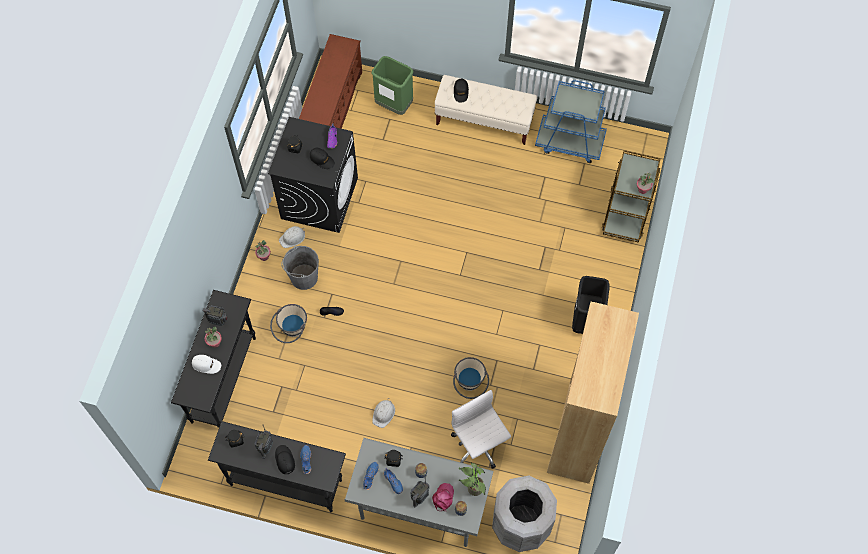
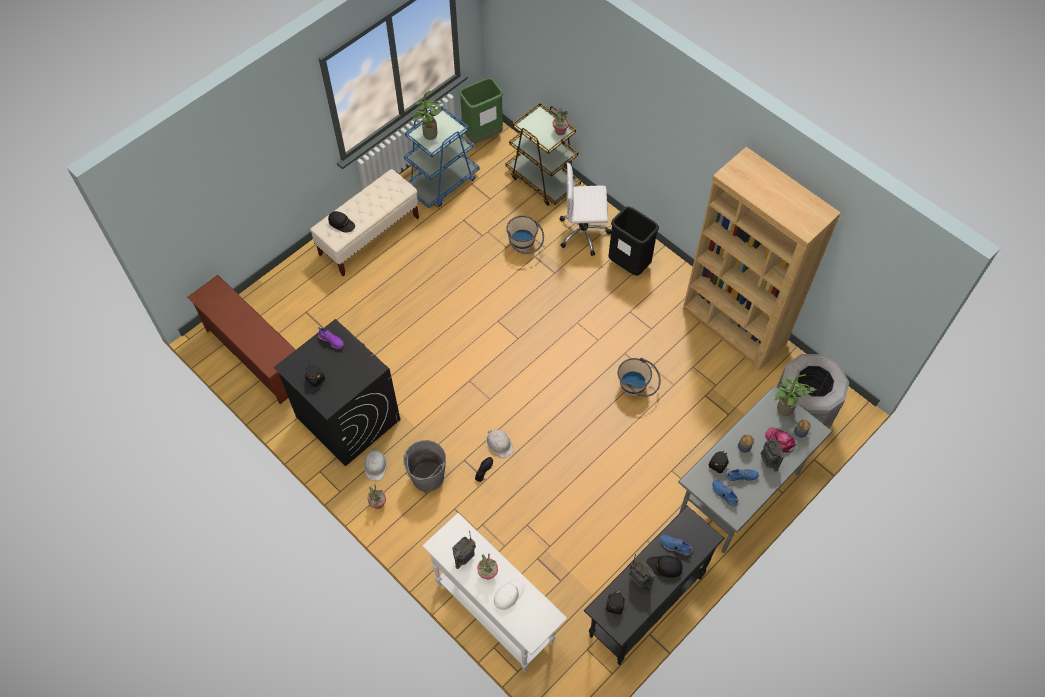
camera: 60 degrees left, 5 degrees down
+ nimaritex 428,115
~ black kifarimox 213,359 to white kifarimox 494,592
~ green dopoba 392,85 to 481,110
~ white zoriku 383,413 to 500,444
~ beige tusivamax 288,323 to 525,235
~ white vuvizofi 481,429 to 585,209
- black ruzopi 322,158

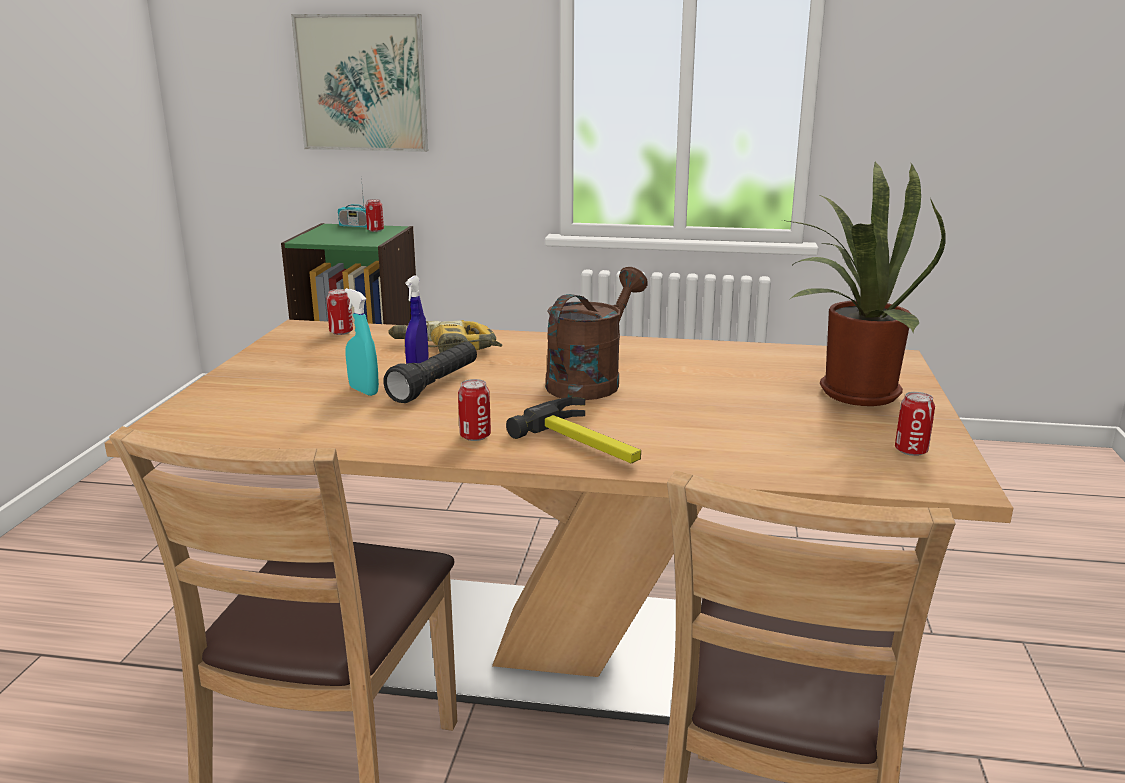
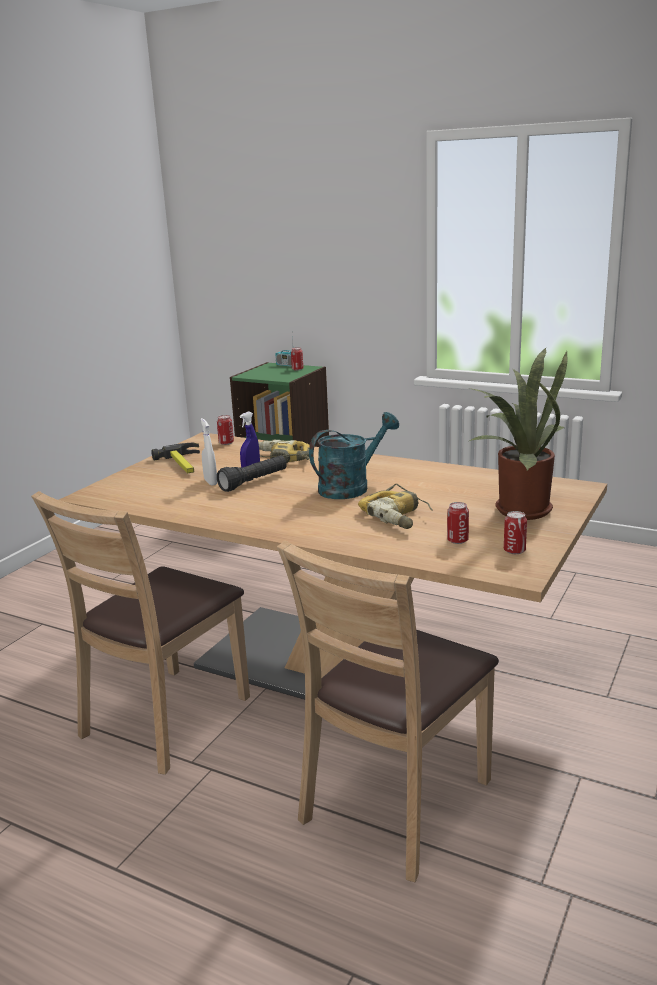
camera: 20 degrees right, 0 degrees up
~ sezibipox 573,430 to 175,458
~ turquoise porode 362,342 to white porode 209,452
~ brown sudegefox 596,333 to turquoise sudegefox 354,455
+ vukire 395,506
~ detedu 474,410 to 458,523
- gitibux 359,83

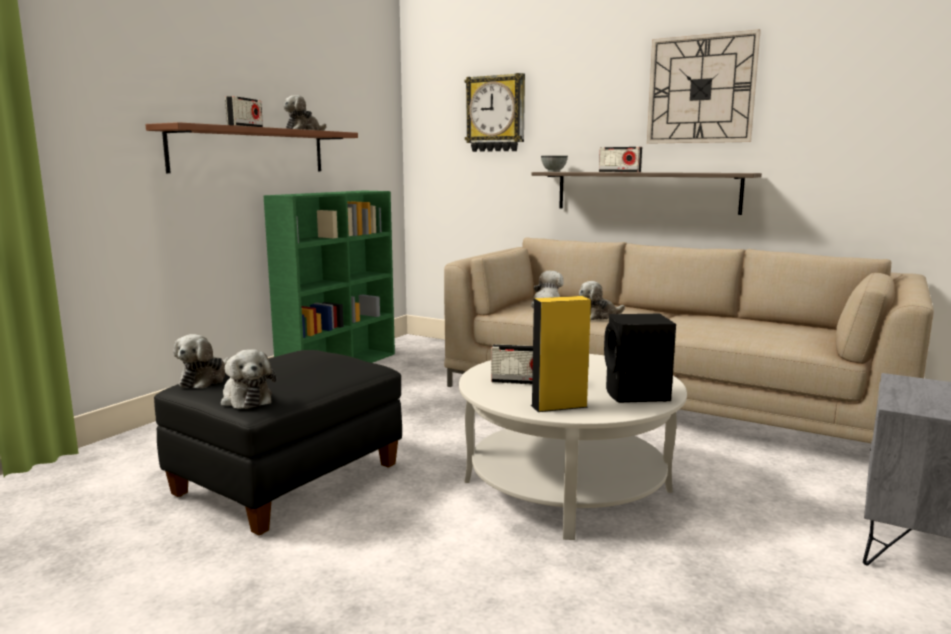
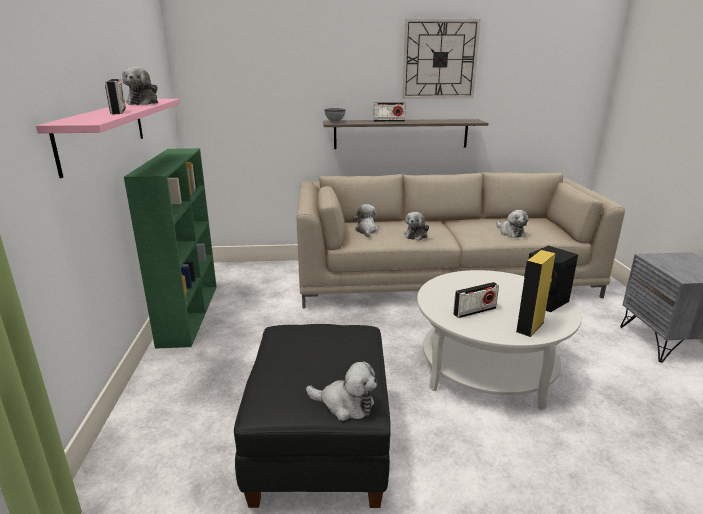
camera: 35 degrees left, 10 degrees up
~ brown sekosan 251,147 to pink sekosan 108,138
~ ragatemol 201,361 to 513,224
- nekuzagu 494,112

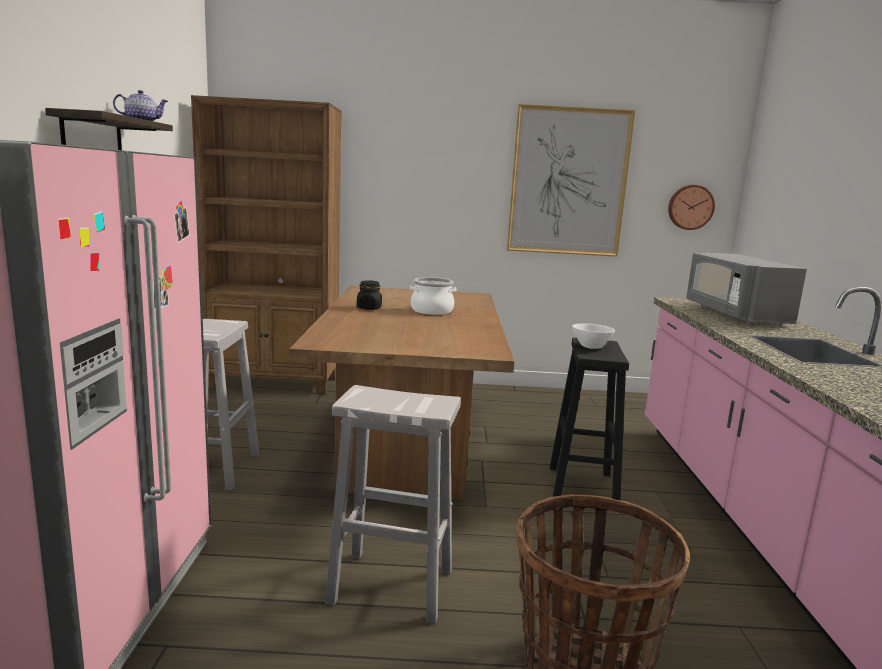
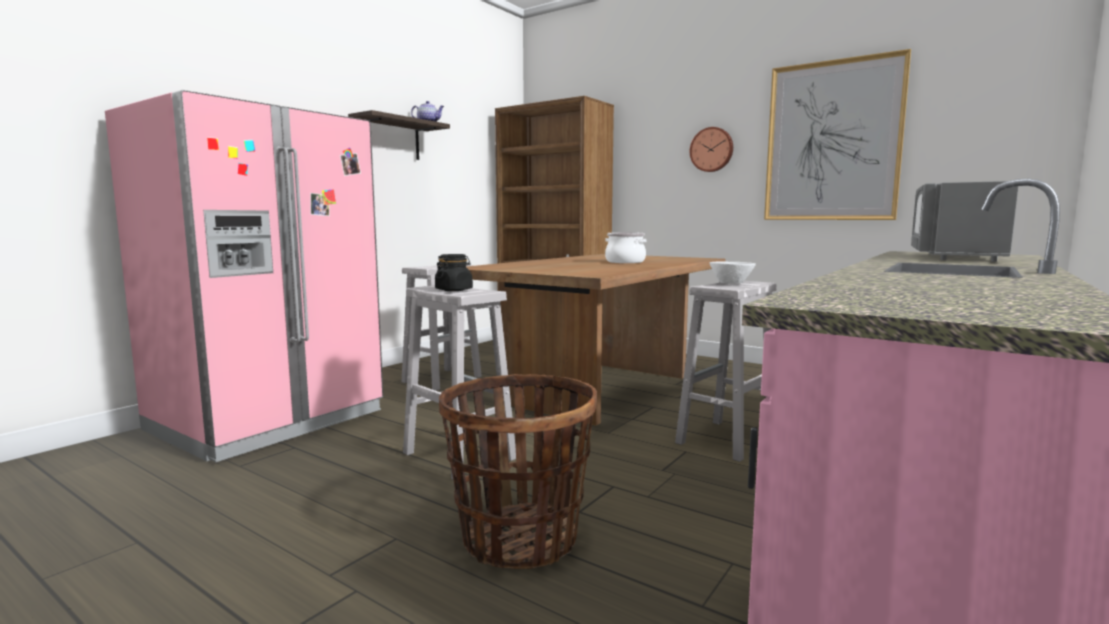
camera: 35 degrees right, 5 degrees down
~ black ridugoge 369,295 to 454,272
~ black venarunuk 589,419 to white venarunuk 726,371
~ nekuzagu 691,207 to 711,149

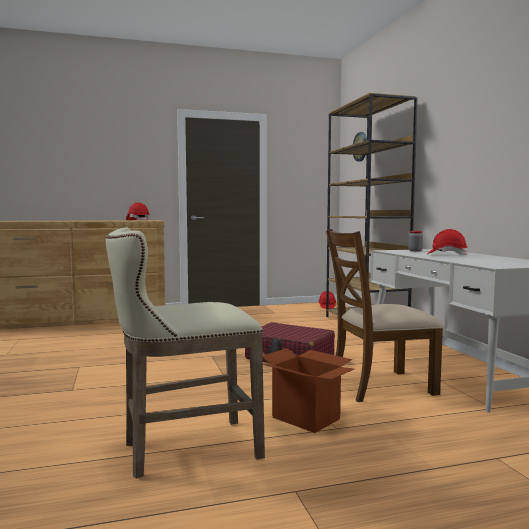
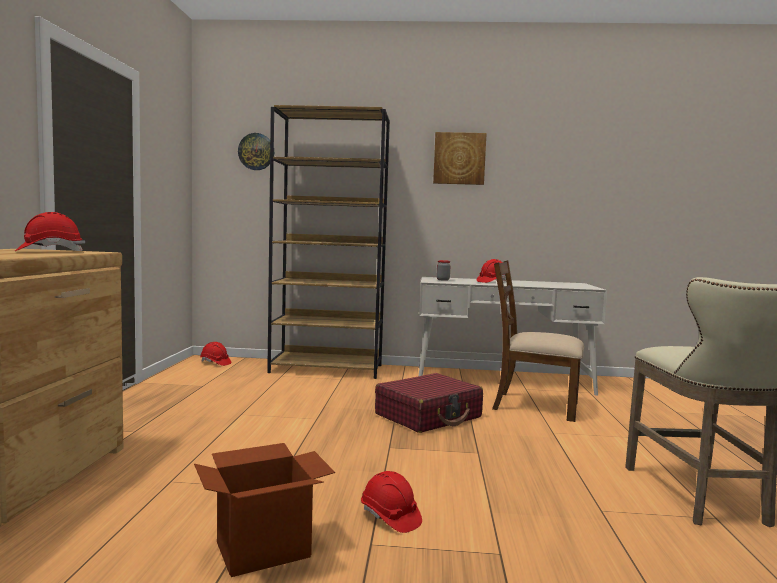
camera: 70 degrees left, 0 degrees up
~ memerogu 308,390 to 264,510
+ red zoriku 391,502
+ gitibux 460,158
~ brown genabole 384,315 = 538,341 105 degrees clockwise

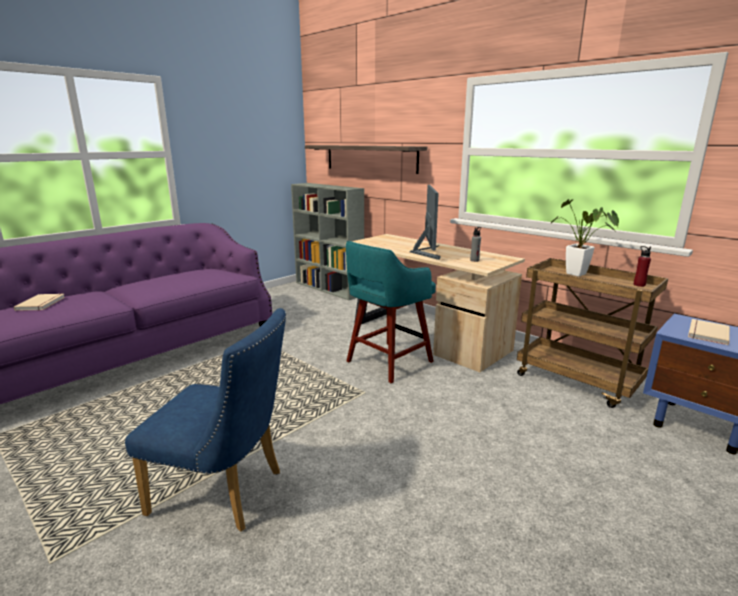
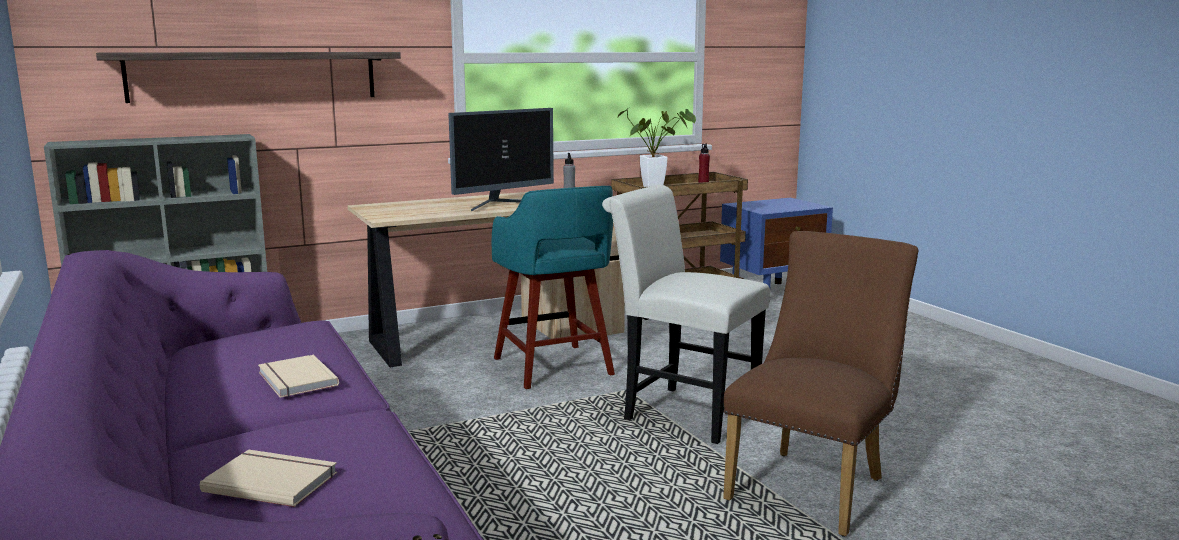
camera: 70 degrees left, 5 degrees down
~ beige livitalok 709,332 to 298,376
~ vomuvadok 425,222 = 501,160 120 degrees clockwise
+ white genabole 686,314
~ blue genabole 205,420 to brown genabole 820,384

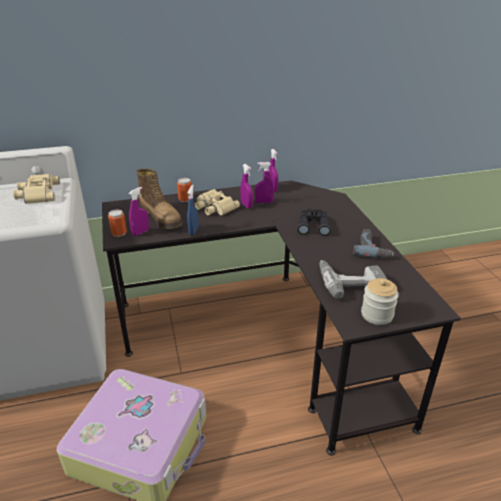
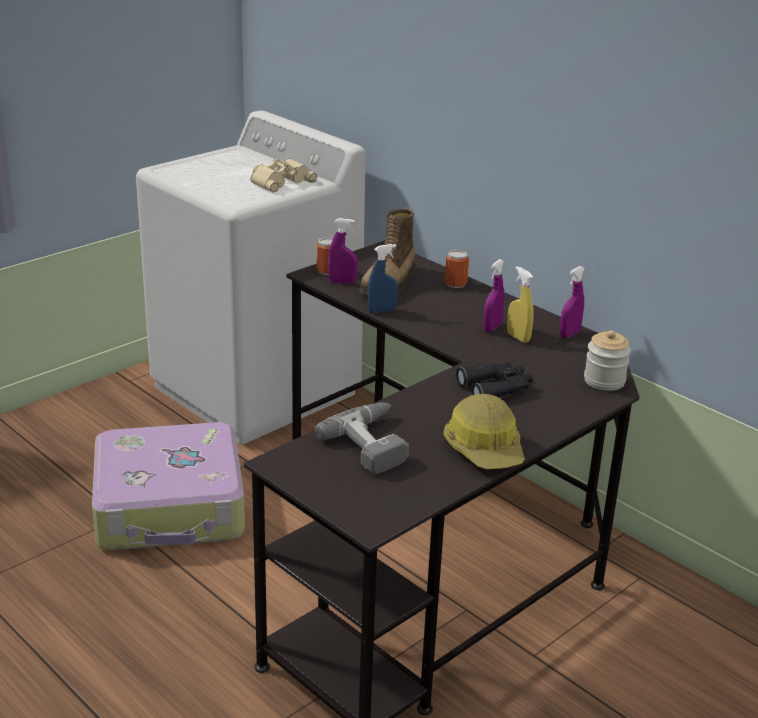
camera: 60 degrees right, 5 degrees down
~ vukire 373,243 to zoriku 484,431
~ purple porode 264,182 to yellow porode 520,304
~ ridugoge 380,301 to 607,360
- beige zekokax 217,202

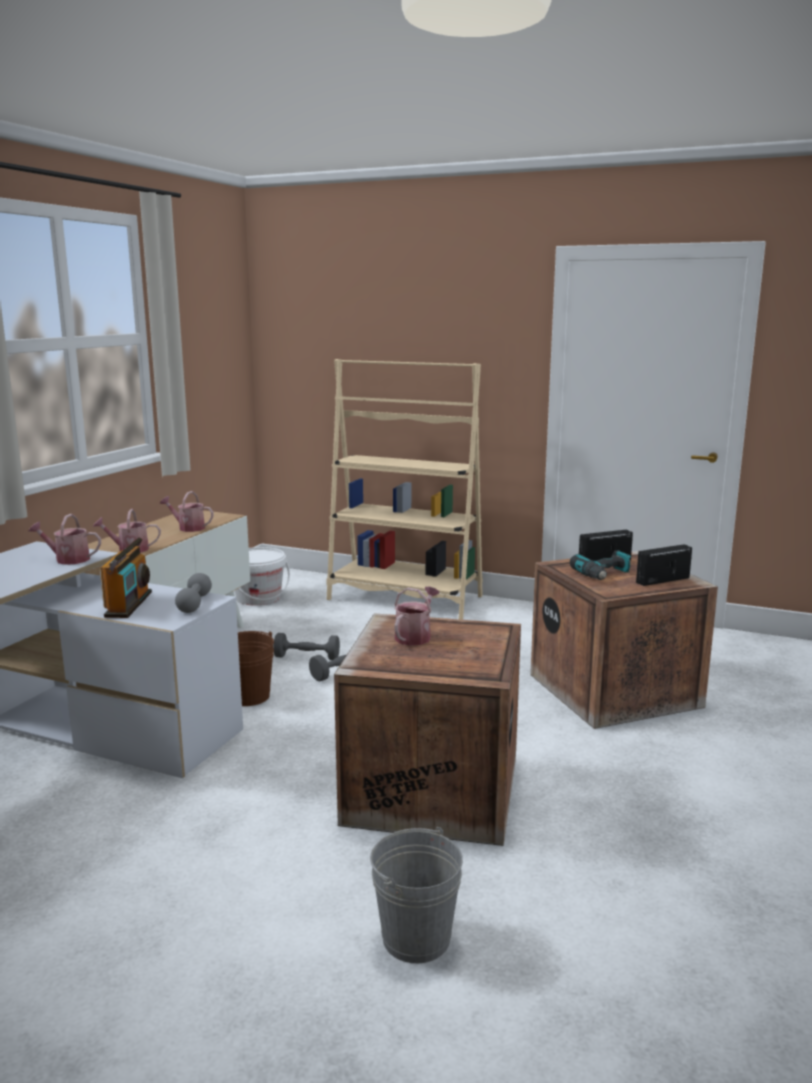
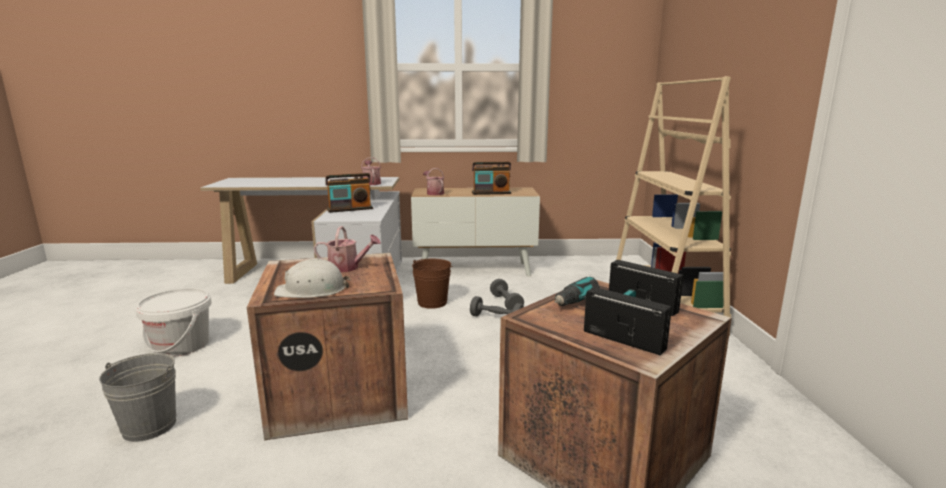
camera: 65 degrees right, 0 degrees up
~ white tusivamax 262,576 to 173,322
+ white zoriku 312,278
~ sudegefox 187,511 to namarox 491,178
- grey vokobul 193,593

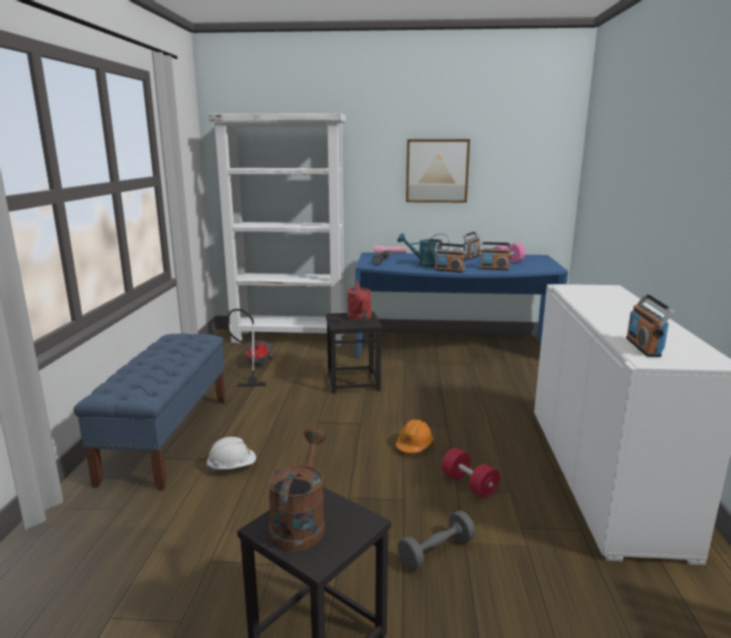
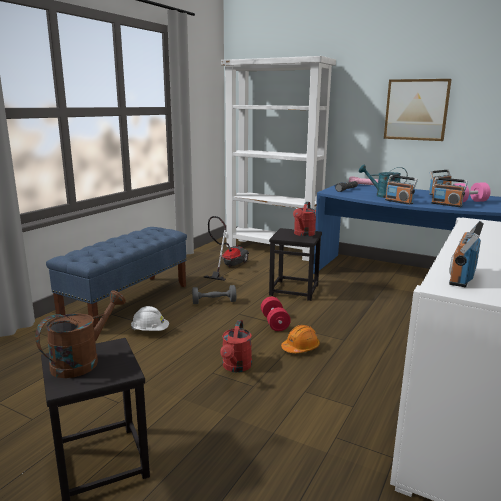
camera: 25 degrees right, 0 degrees up
~ grey vokobul 436,541 to 214,294
+ red sudegefox 236,346
~ red vokobul 471,473 to 276,314

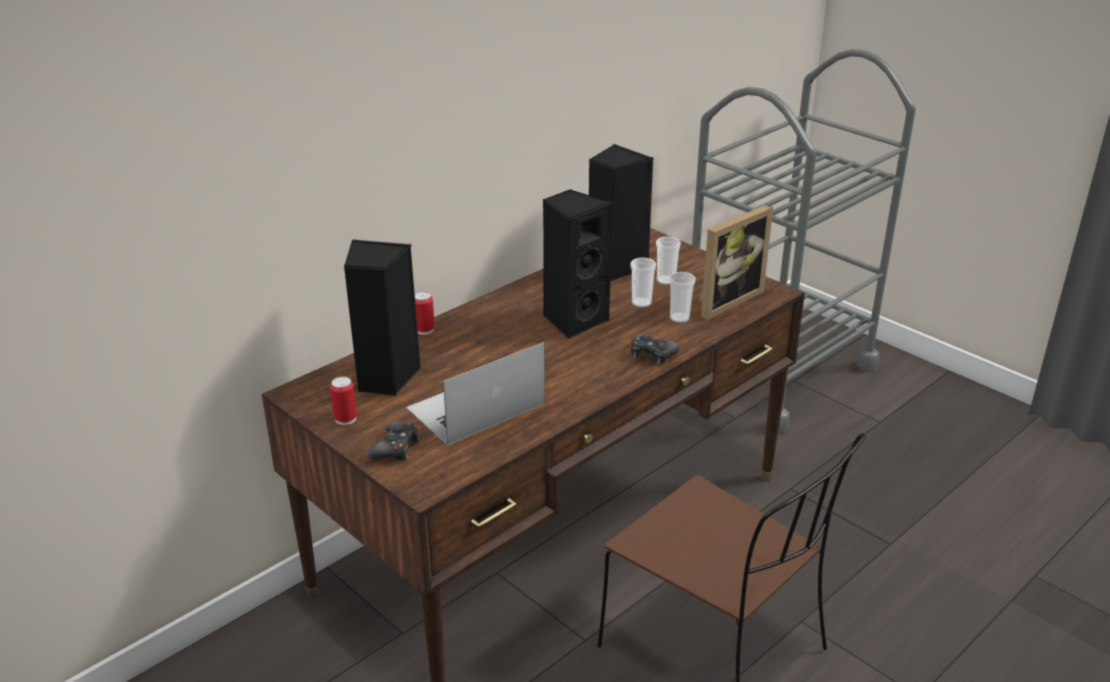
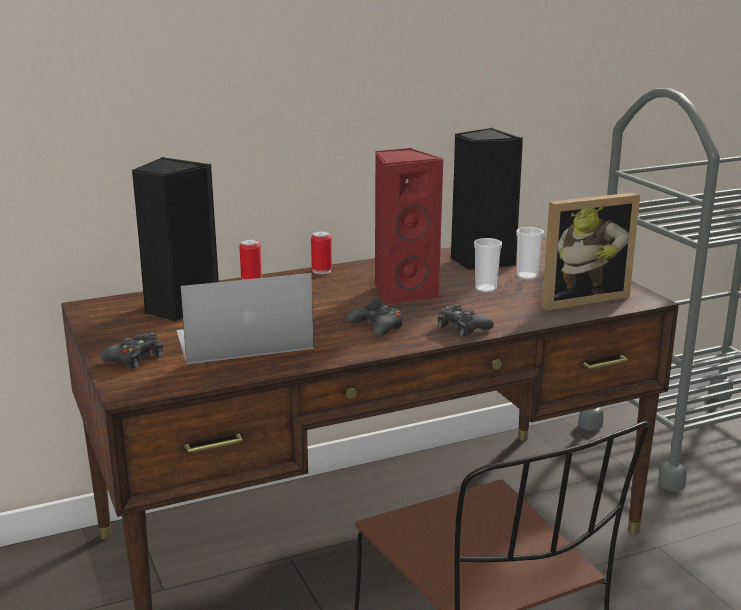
camera: 20 degrees right, 10 degrees down
~ detedu 343,400 to 321,252
+ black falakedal 375,317
~ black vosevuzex 577,264 to red vosevuzex 409,226
- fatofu 682,297

